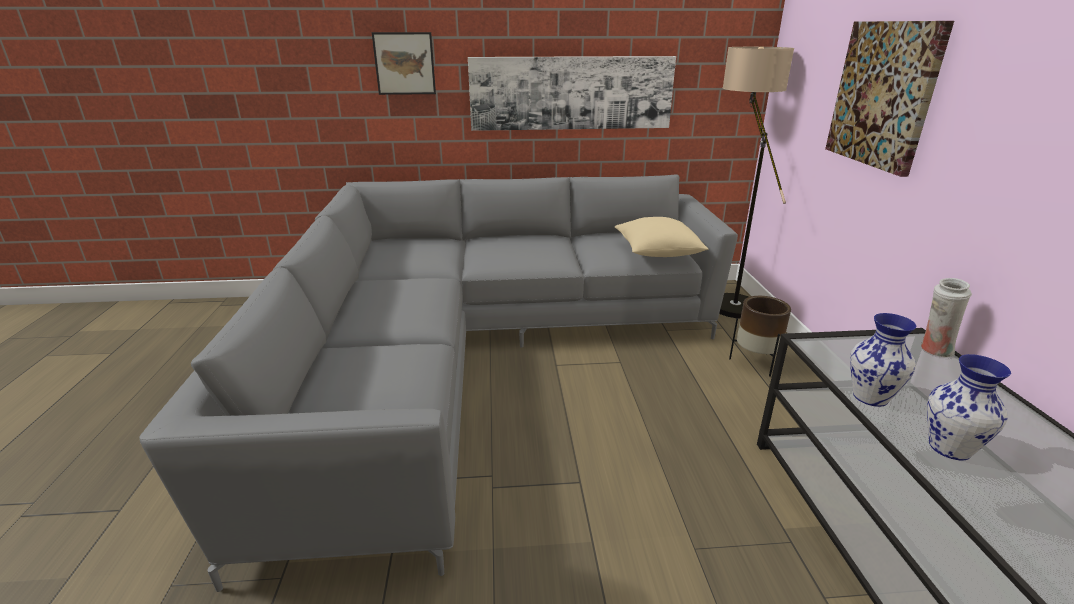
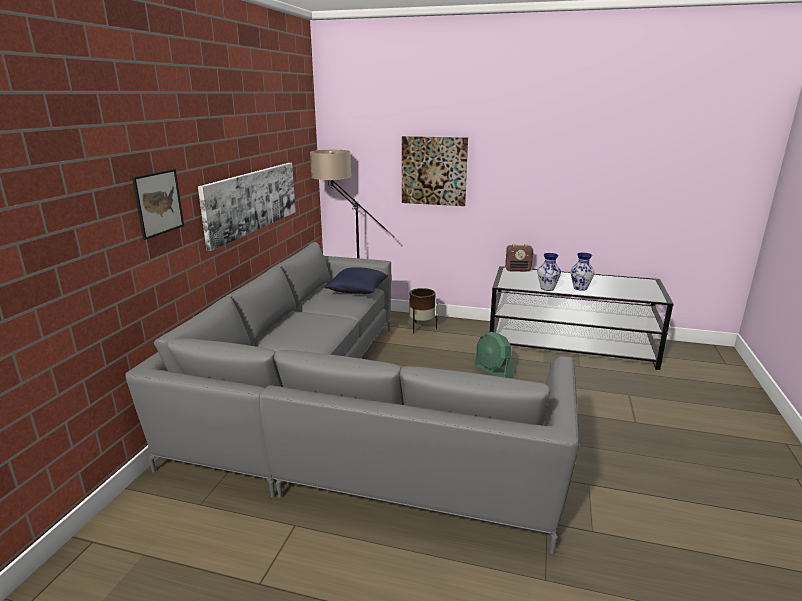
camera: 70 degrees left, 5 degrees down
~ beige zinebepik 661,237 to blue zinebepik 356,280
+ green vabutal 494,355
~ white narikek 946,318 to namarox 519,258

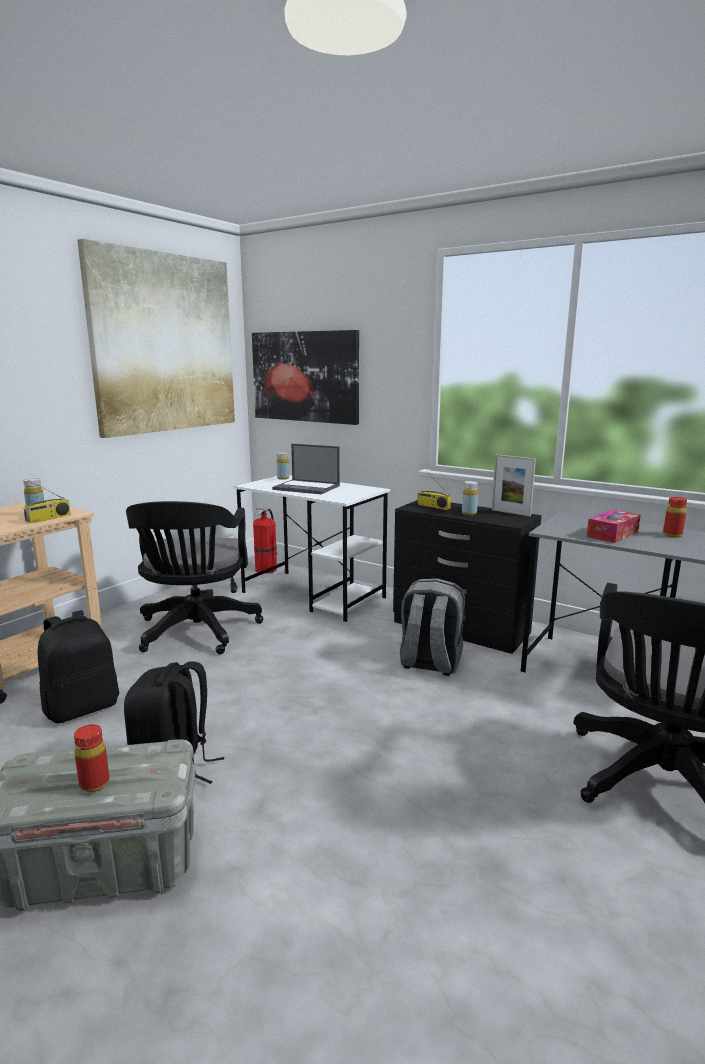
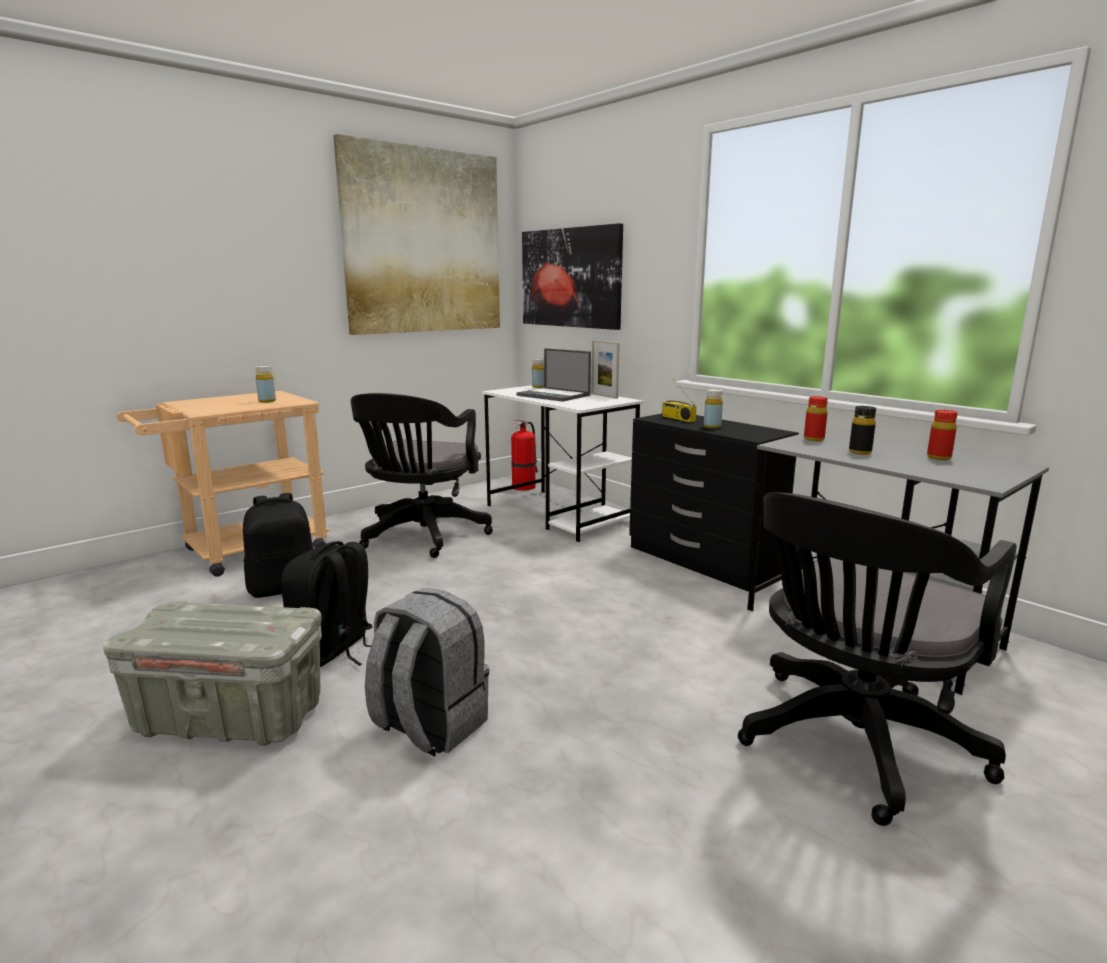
camera: 15 degrees right, 0 degrees up
~ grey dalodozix 432,627 to 427,672
~ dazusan 514,485 to 605,369
~ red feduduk 92,758 to 816,418
~ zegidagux 614,526 to black feduduk 862,430
- namarox 47,501

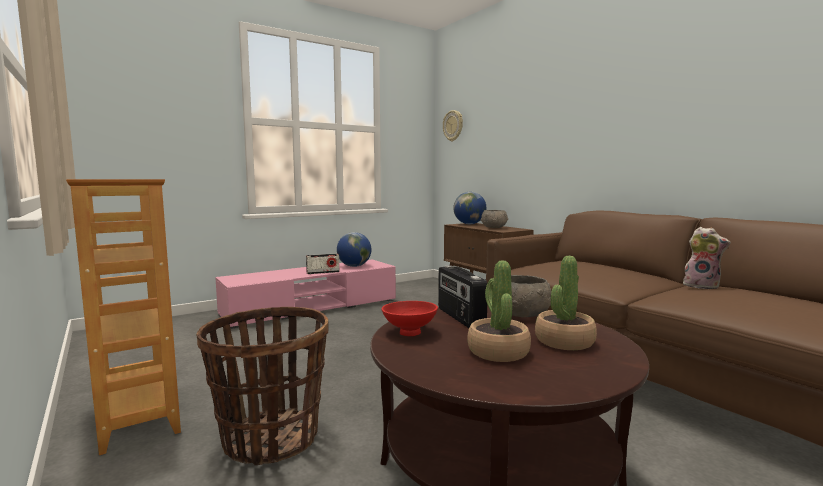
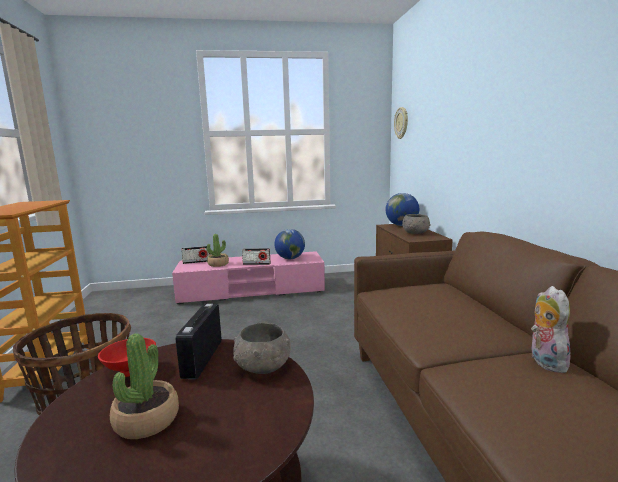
camera: 25 degrees right, 5 degrees up
+ namarox 195,255
~ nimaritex 566,303 to 218,250
~ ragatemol 707,258 = 551,329 150 degrees counterclockwise

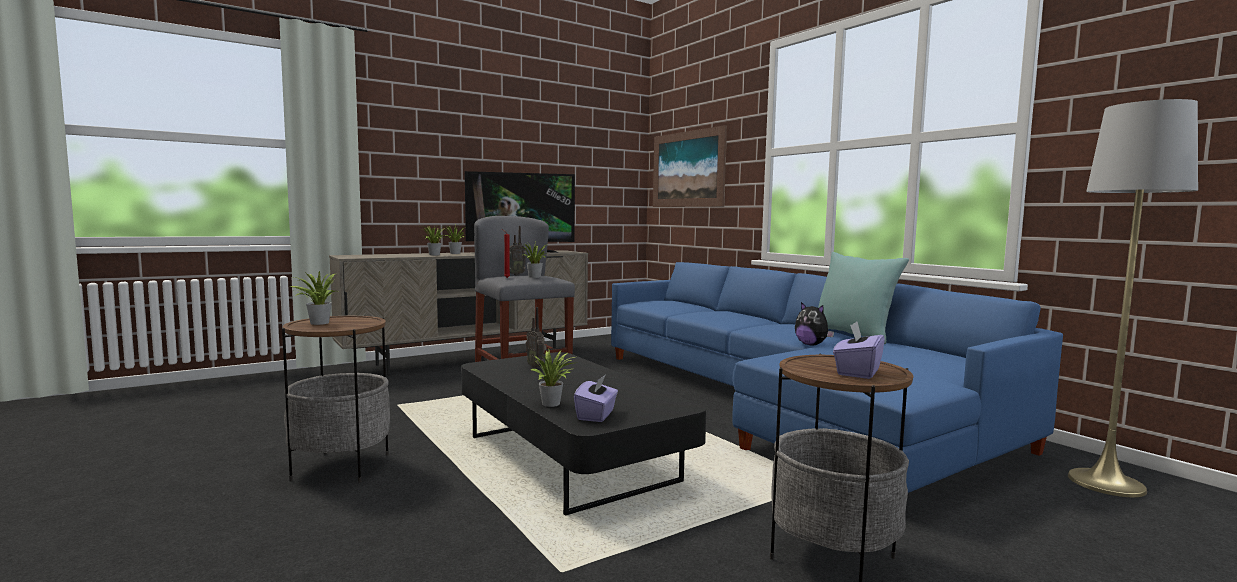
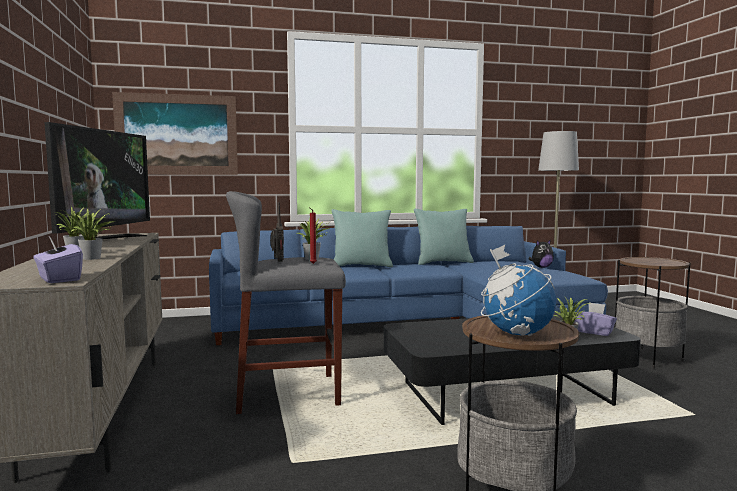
camera: 70 degrees left, 0 degrees up
~ purple zegidagux 859,350 to 58,260
+ turquoise zinebepik 362,238
~ nimaritex 315,298 to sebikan 518,290
~ ragatemol 814,323 to 541,253
- namarox 536,337

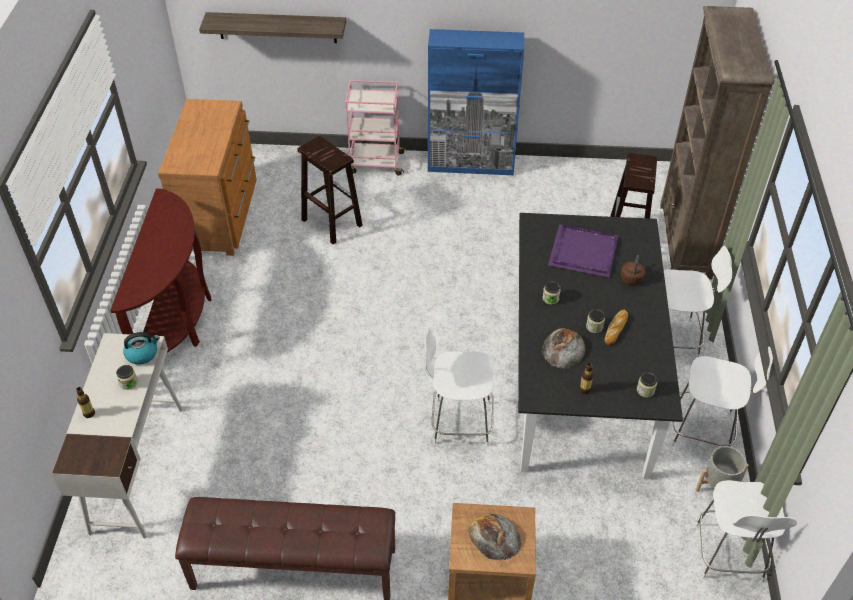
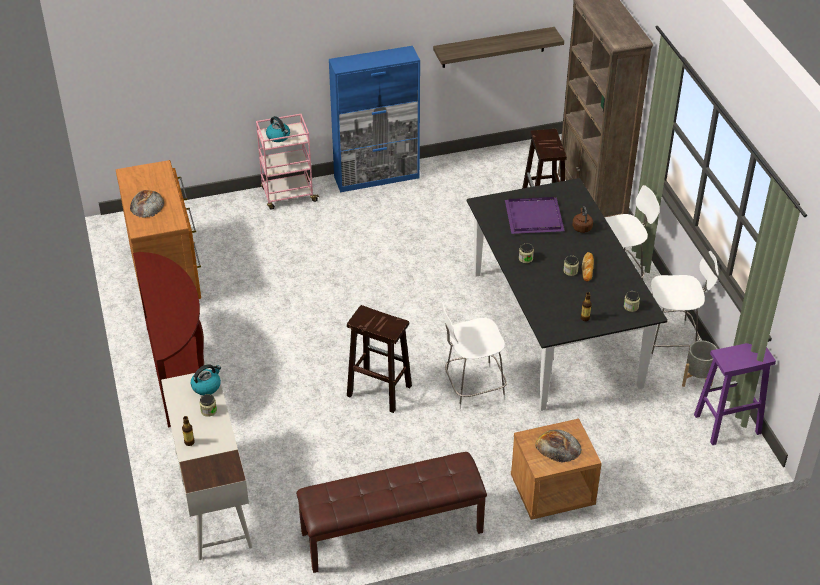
camera: 20 degrees left, 5 degrees down
~ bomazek 563,348 to 147,204
+ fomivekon 278,129
~ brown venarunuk 330,190 to 379,359
~ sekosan 272,27 to 498,47
~ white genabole 746,531 to purple venarunuk 735,394

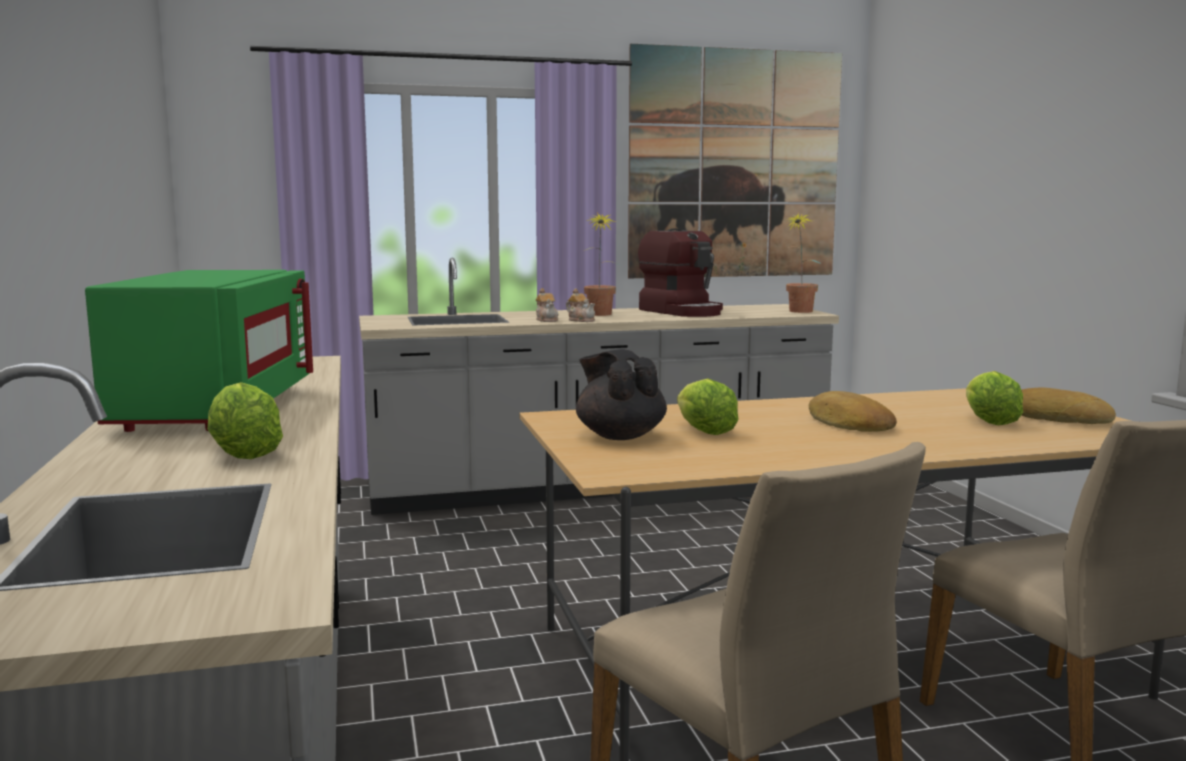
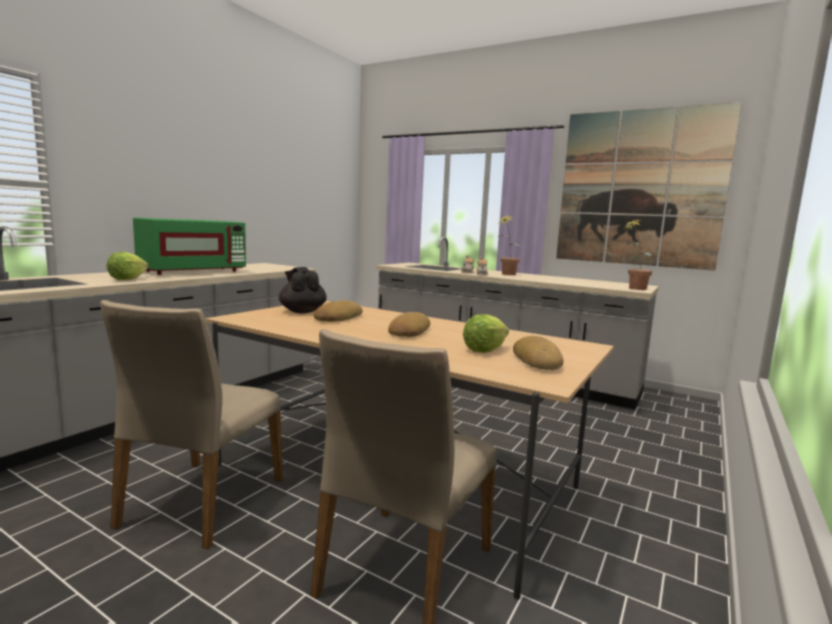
camera: 45 degrees right, 0 degrees up
~ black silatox 621,394 = 303,290 45 degrees counterclockwise
~ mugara 708,406 to bomazek 338,311
- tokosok 680,273

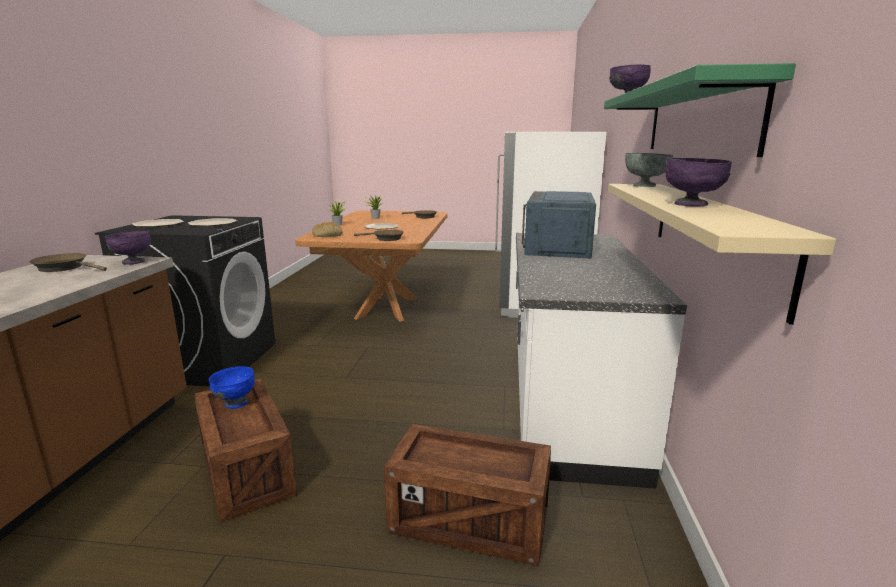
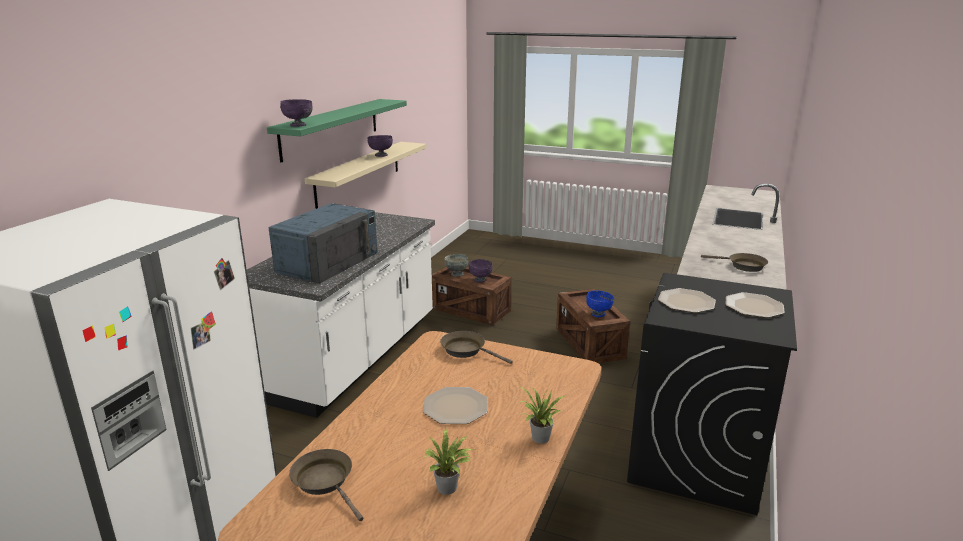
camera: 165 degrees left, 5 degrees up
~ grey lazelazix 649,170 to 456,265
~ purple lazelazix 128,248 to 481,270
- bomazek 327,229

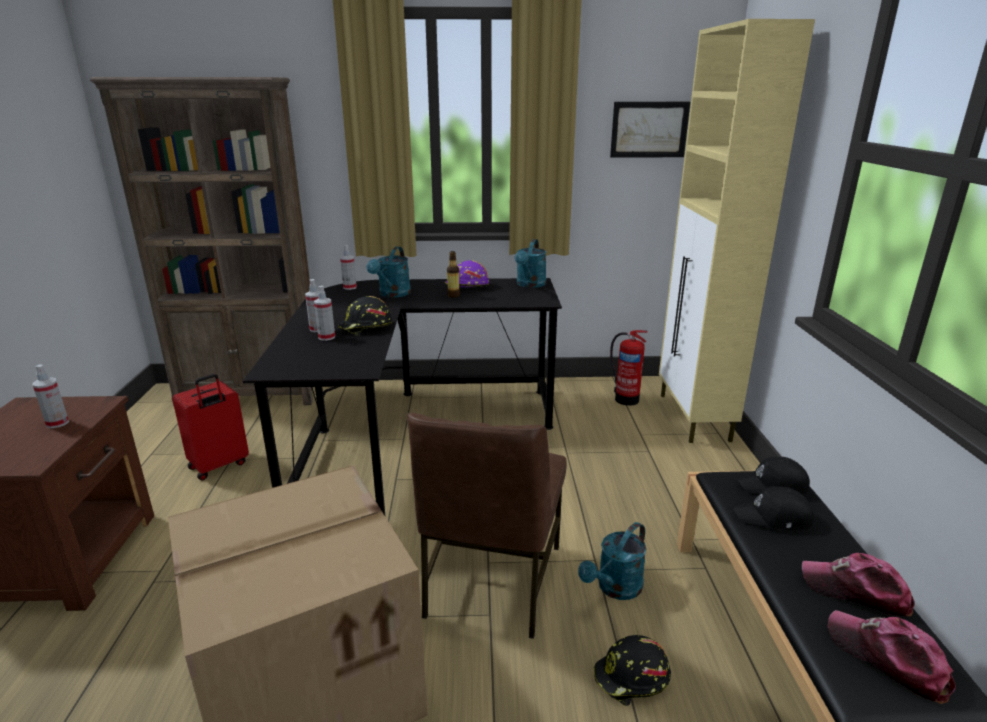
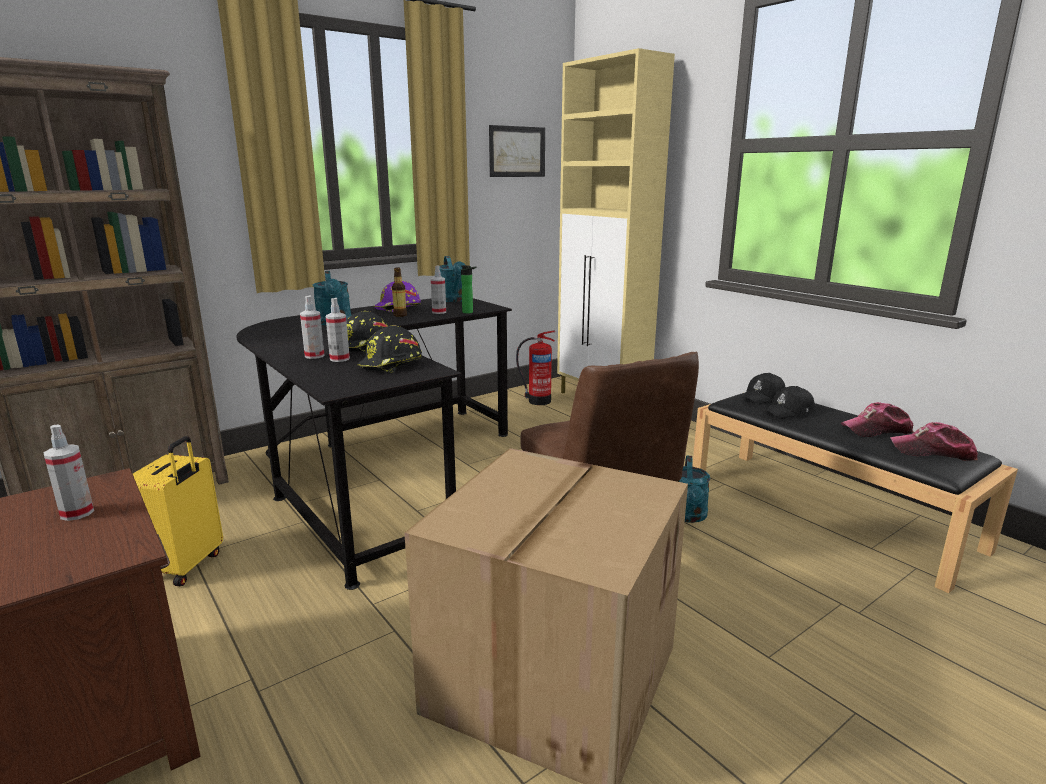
camera: 35 degrees left, 5 degrees down
~ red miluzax 210,427 to yellow miluzax 178,511
~ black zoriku 632,670 to 389,349
~ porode 348,267 to 438,289
+ feduduk 469,289

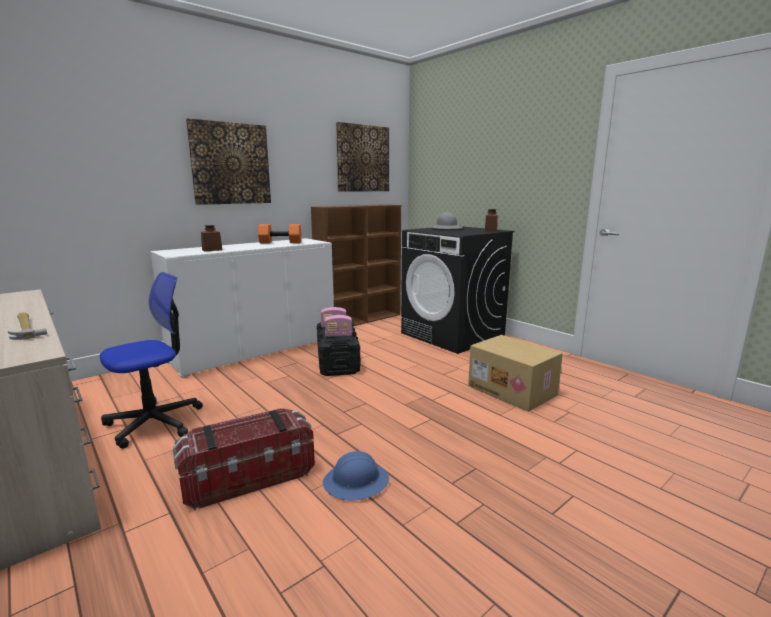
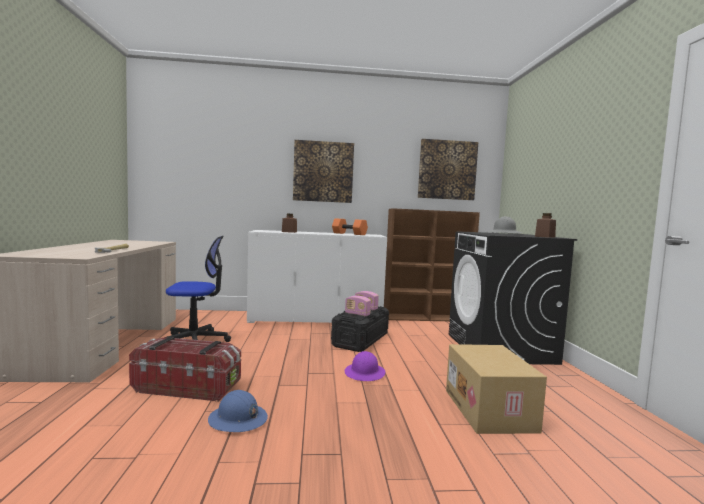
camera: 35 degrees right, 10 degrees down
+ purple zoriku 365,366

